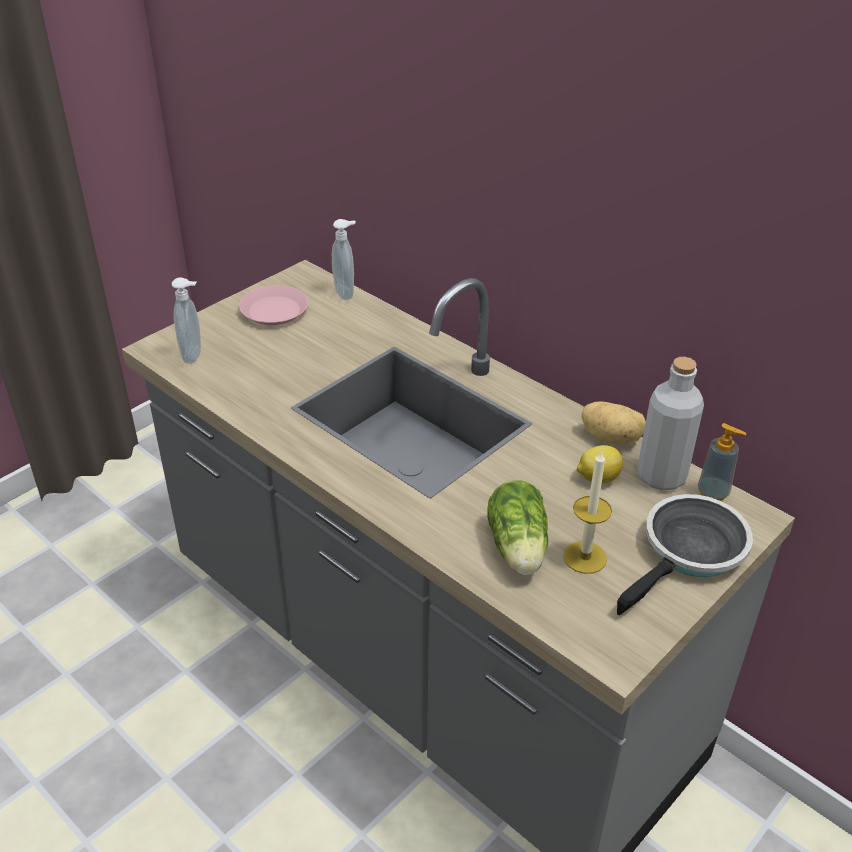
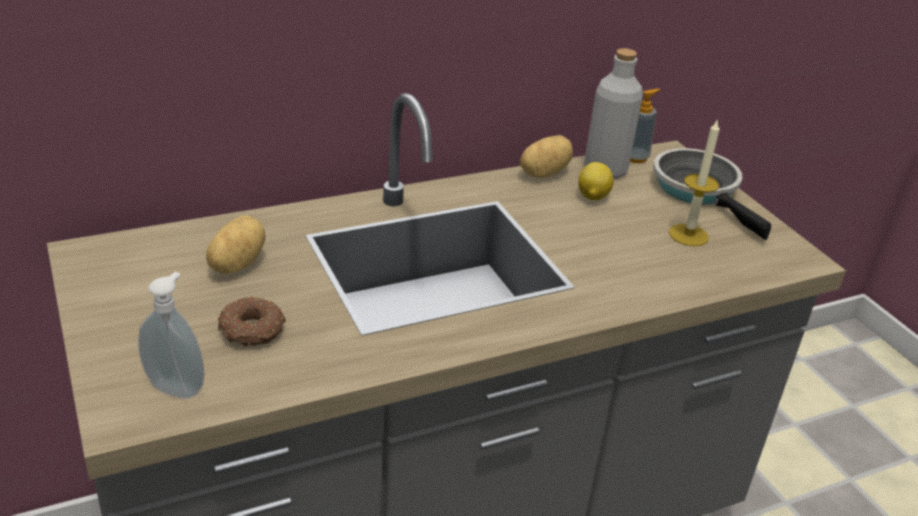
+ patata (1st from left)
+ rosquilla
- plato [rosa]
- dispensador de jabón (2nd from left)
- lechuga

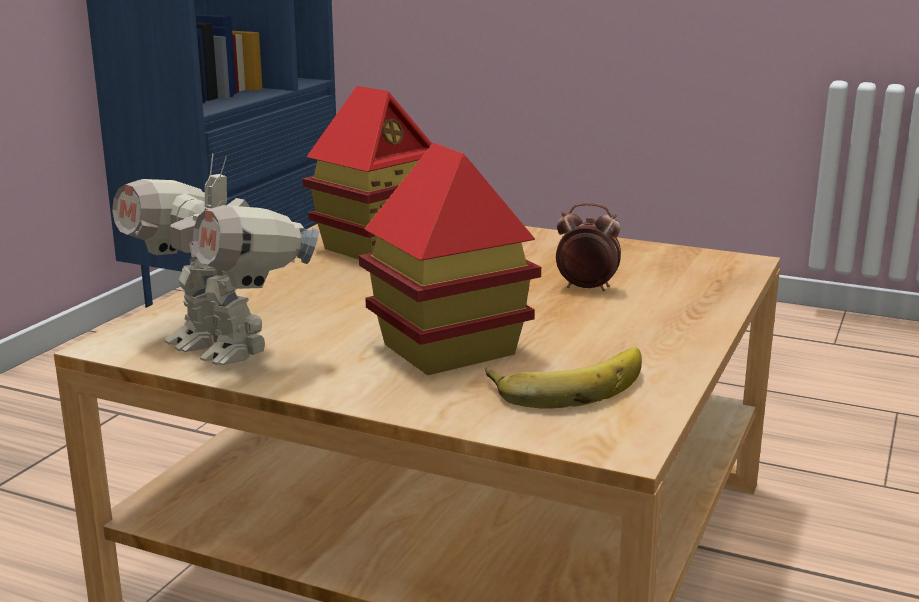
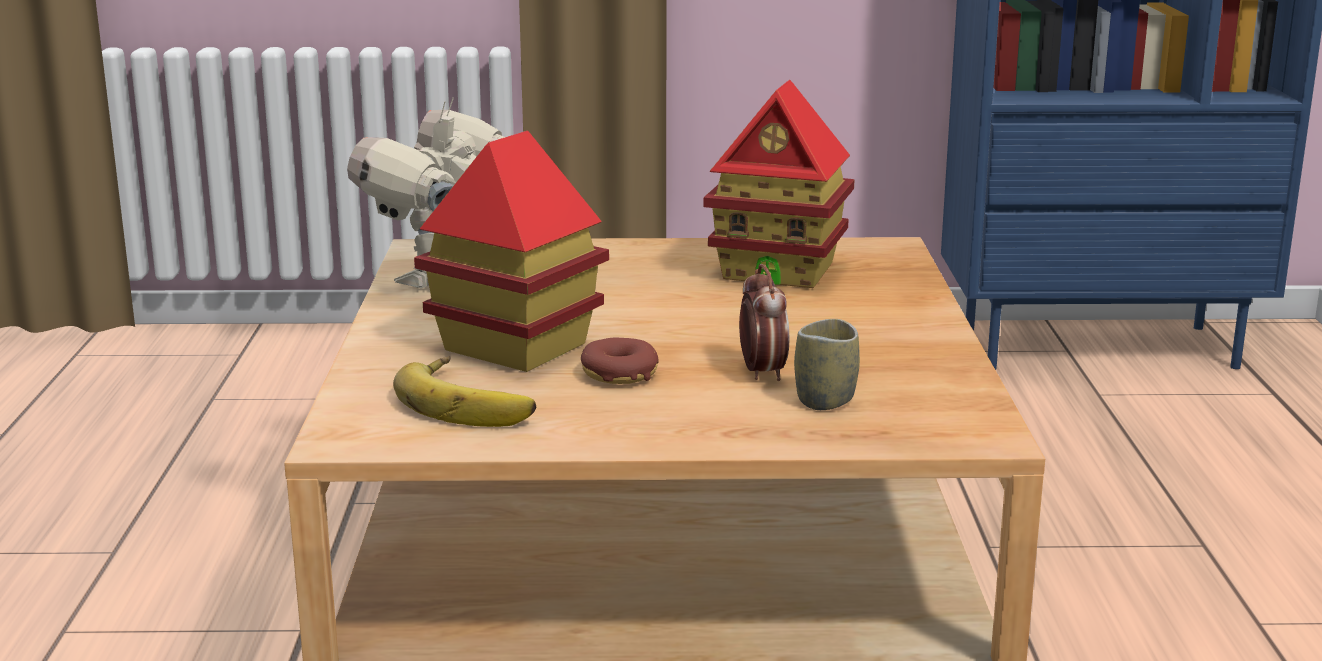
+ rosquilla
+ taza

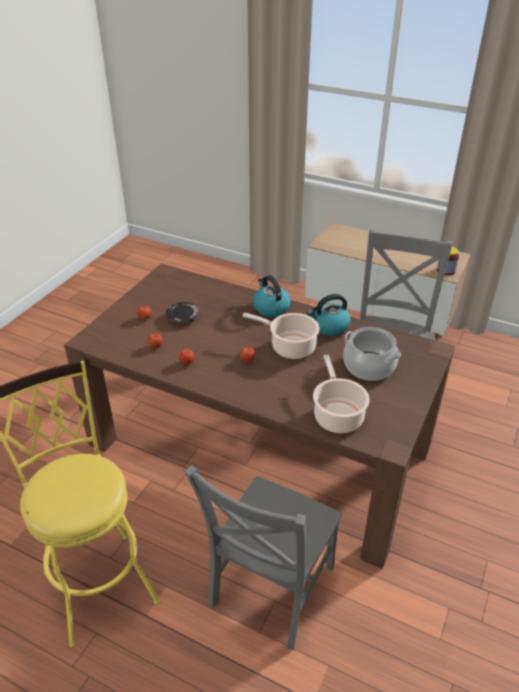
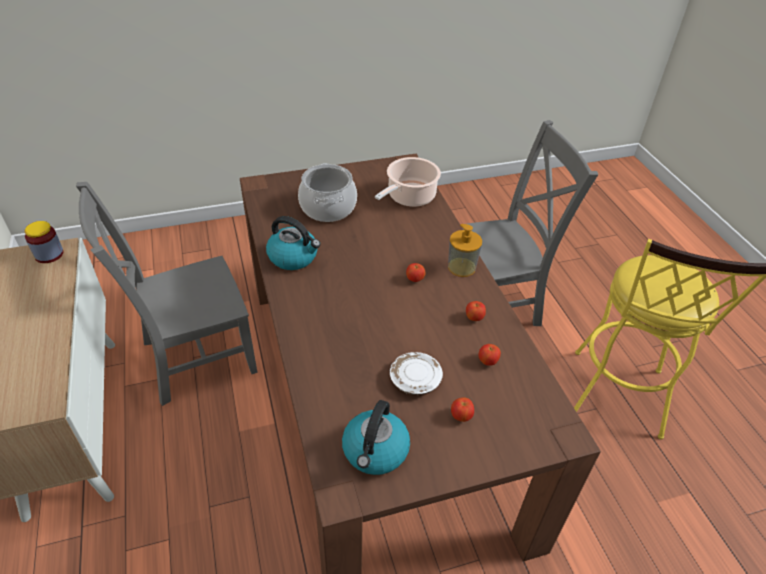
~ hervidor (1st from left in the first image) to hervidor (2nd from left)
~ plato [negro] to plato [blanco]
+ dispensador de jabón
- olla (1st from left)

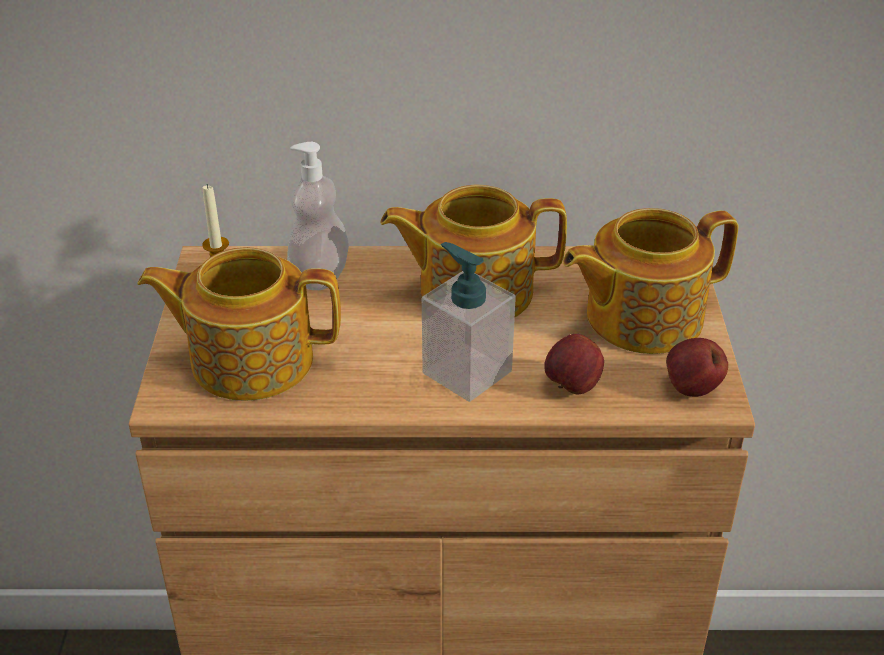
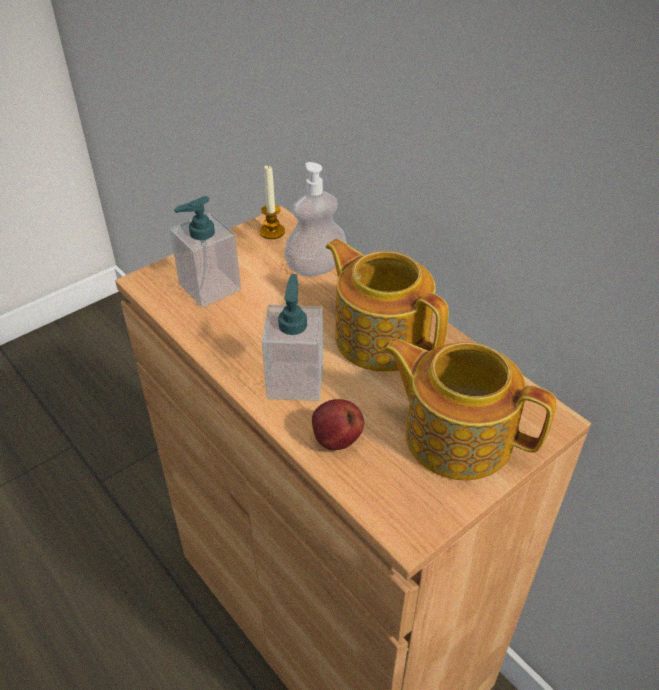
~ tetera (1st from left) to dispensador de jabón (1st from left)
- manzana (2nd from left)

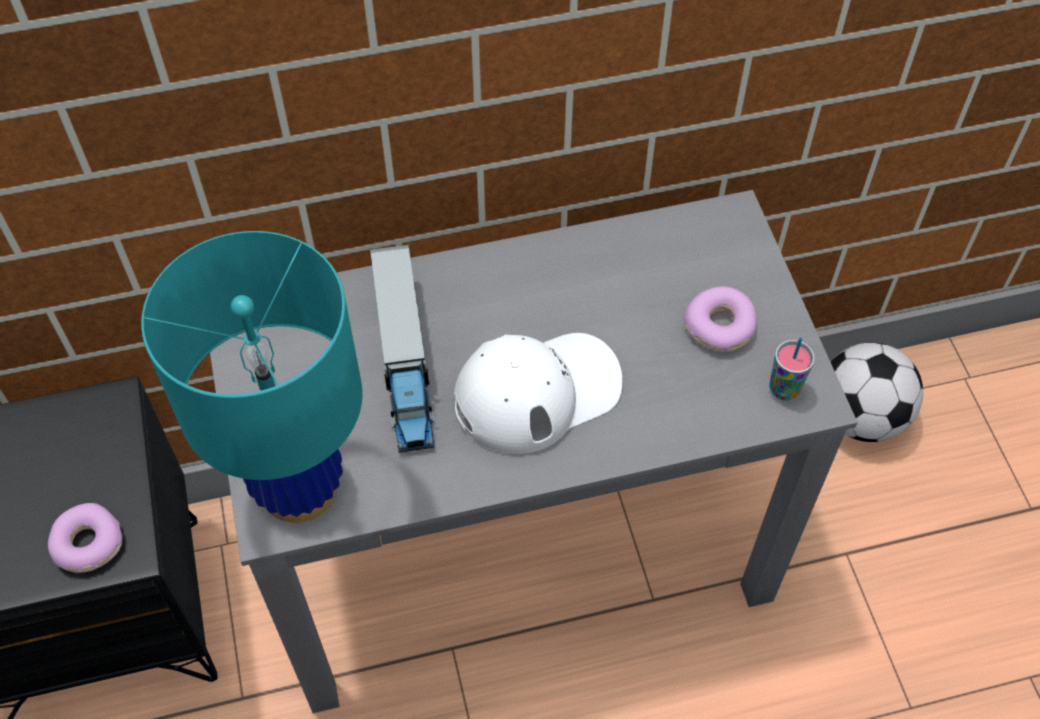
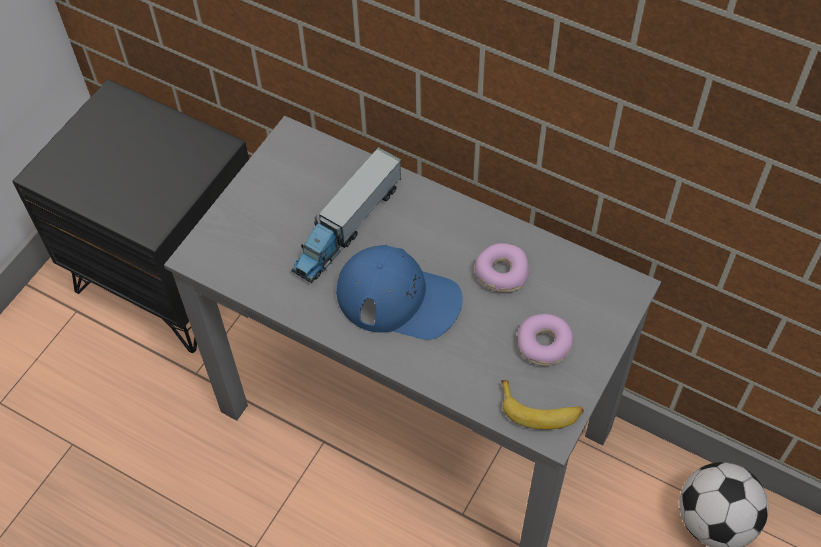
~ gorra [blanco] to gorra [azul]
~ rosquilla (1st from left)
~ taza to plátano
- lámpara de mesa [turquesa]

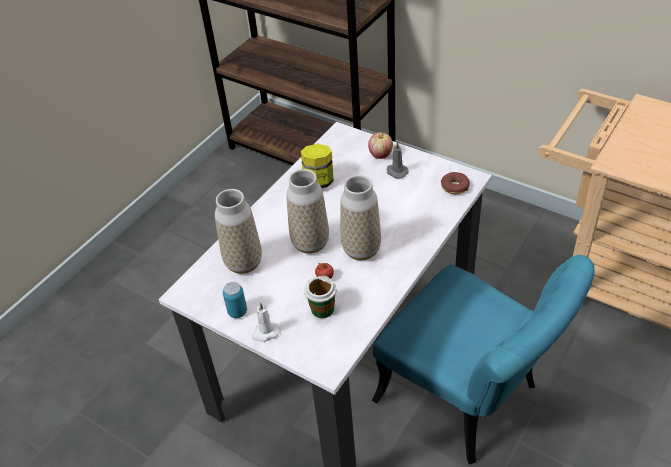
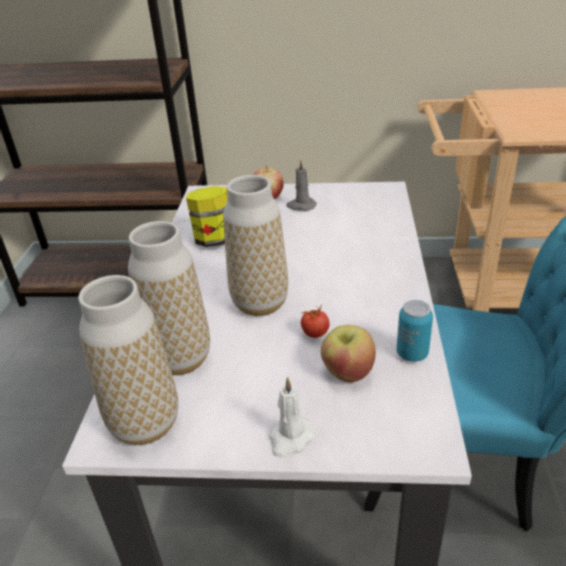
~ florero (3rd from left in the first image) to florero (1st from left)
~ taza to manzana (2nd from left)
~ lata
- rosquilla

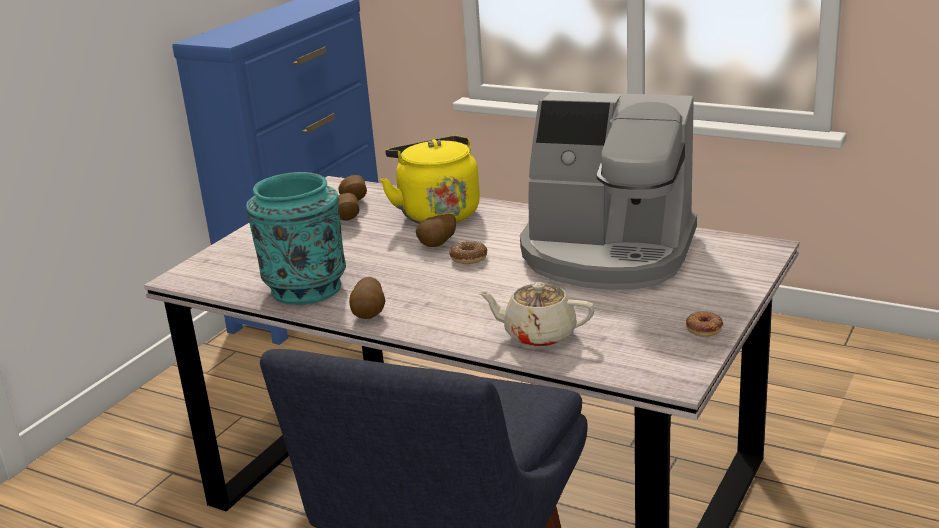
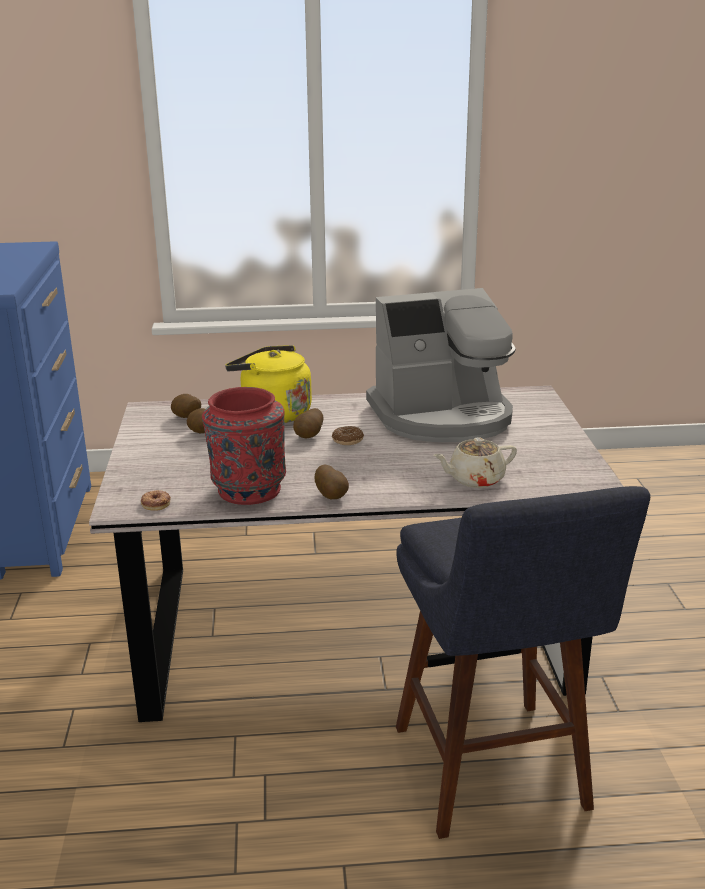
~ rosquilla (2nd from left in the first image) to rosquilla (1st from left)
~ florero [turquesa] to florero [rojo]

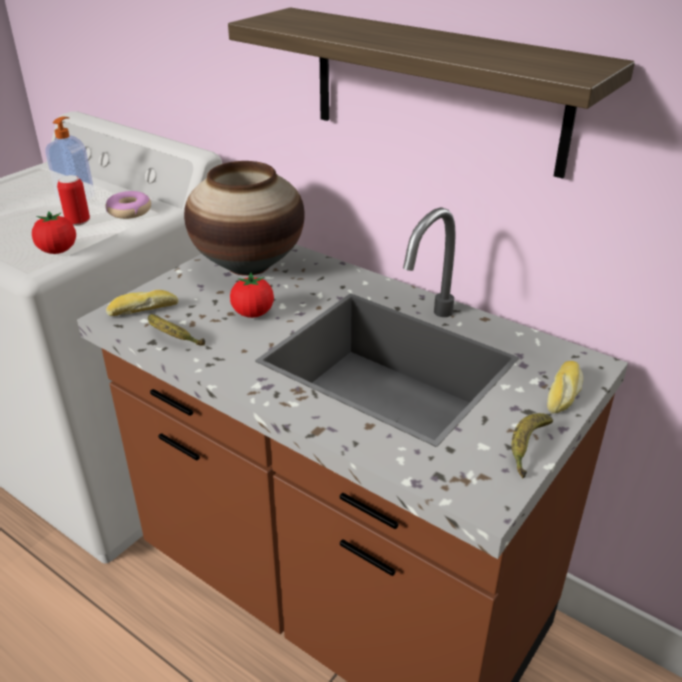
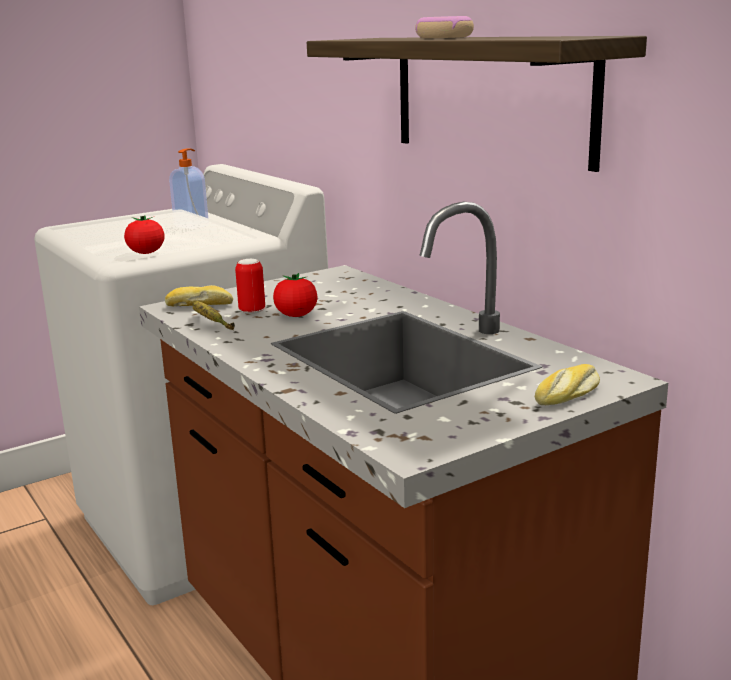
~ lata
~ rosquilla
- florero
- plátano (2nd from left)

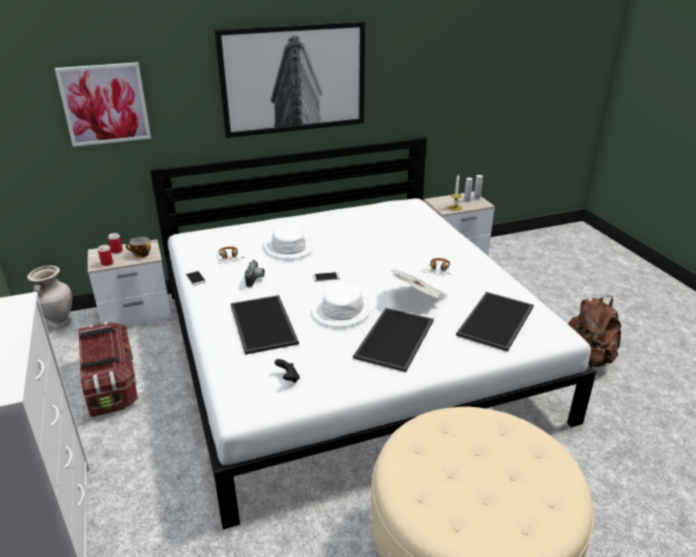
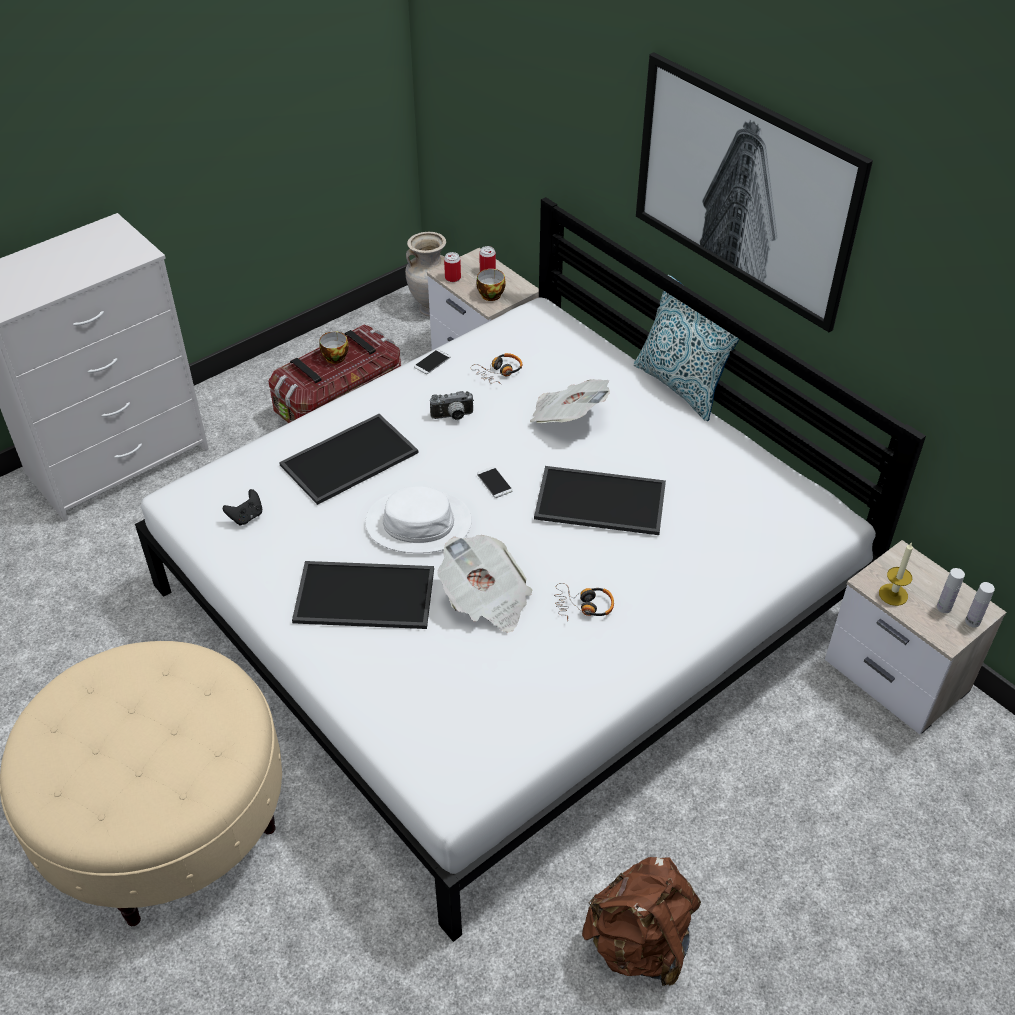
+ taza (1st from left)
~ sombrero [blanco] (1st from left) to periódico (2nd from left)
~ bandeja (3rd from left)
+ cojín
- cuadro (1st from left)

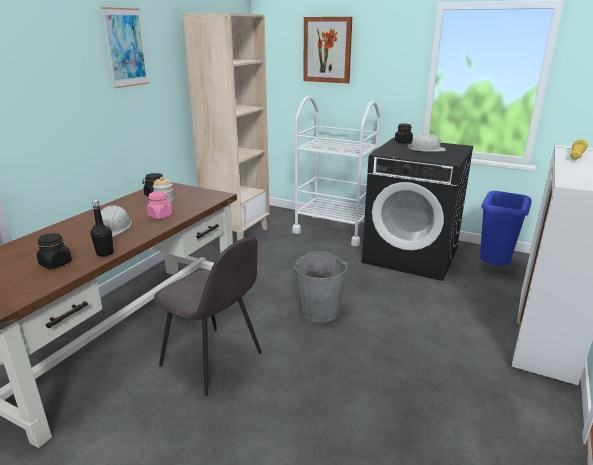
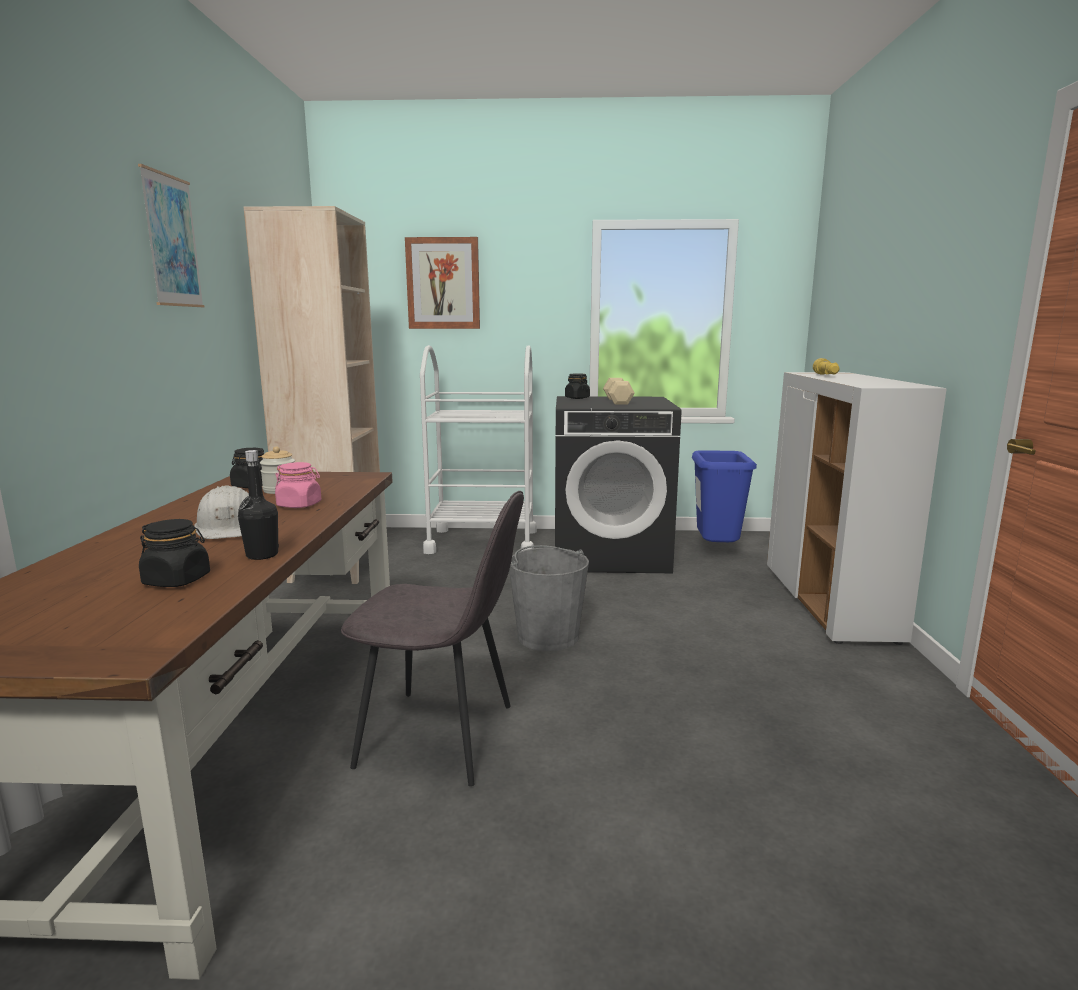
~ casco [blanco] (2nd from left) to mancuerna [beis]

